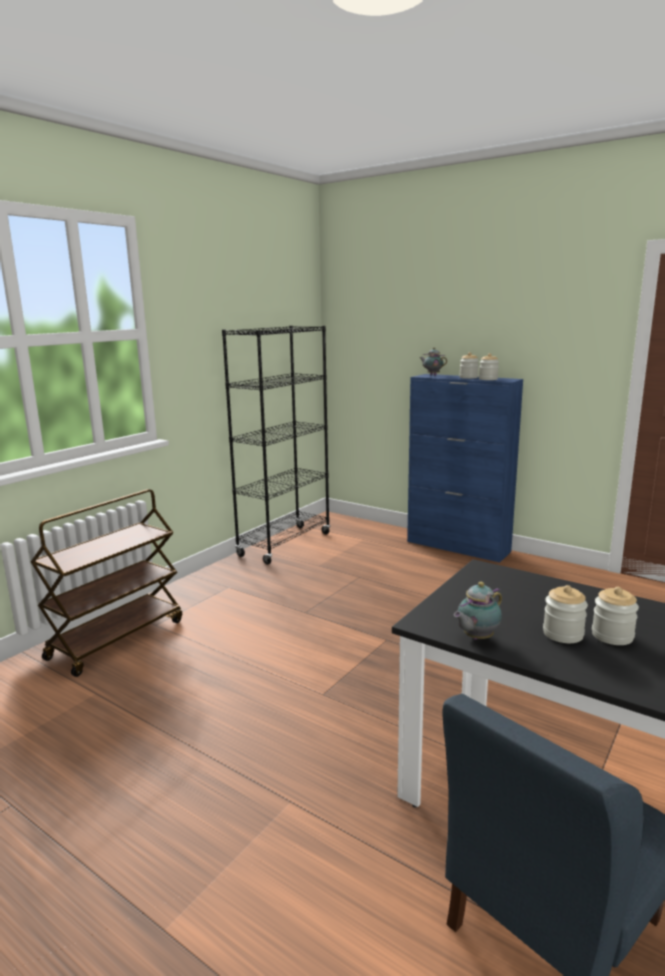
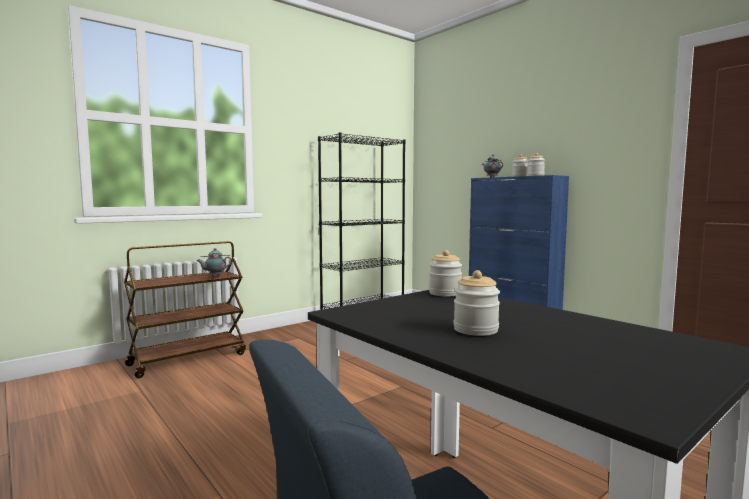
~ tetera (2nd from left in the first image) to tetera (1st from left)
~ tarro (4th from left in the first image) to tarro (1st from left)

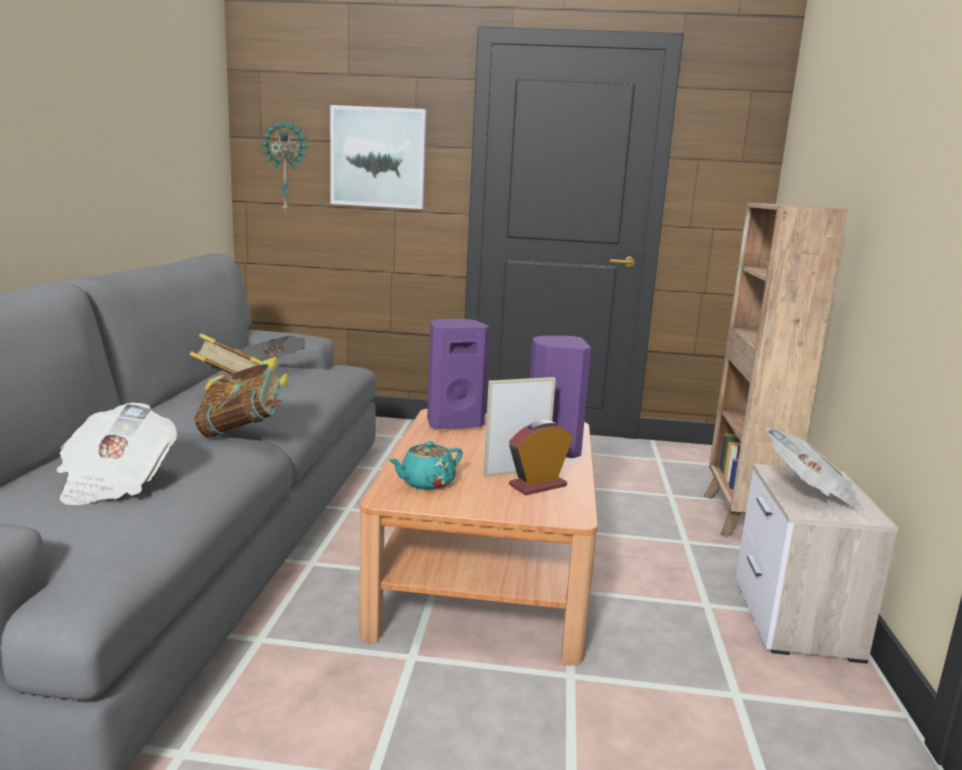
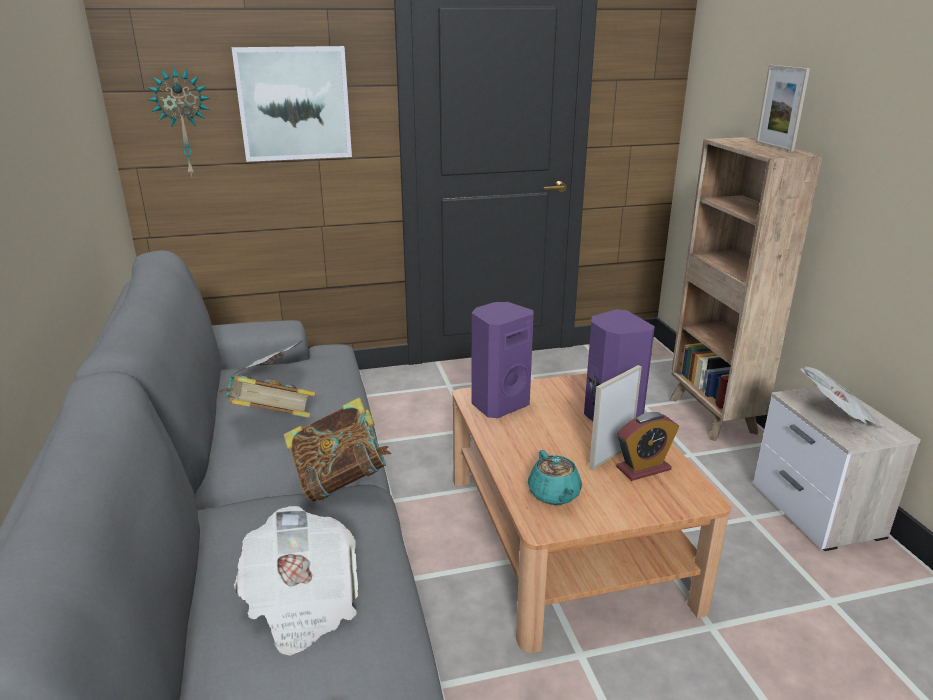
~ tetera [turquesa] 45 degrees counterclockwise
~ despertador 150 degrees counterclockwise
+ portarretratos (2nd from left)

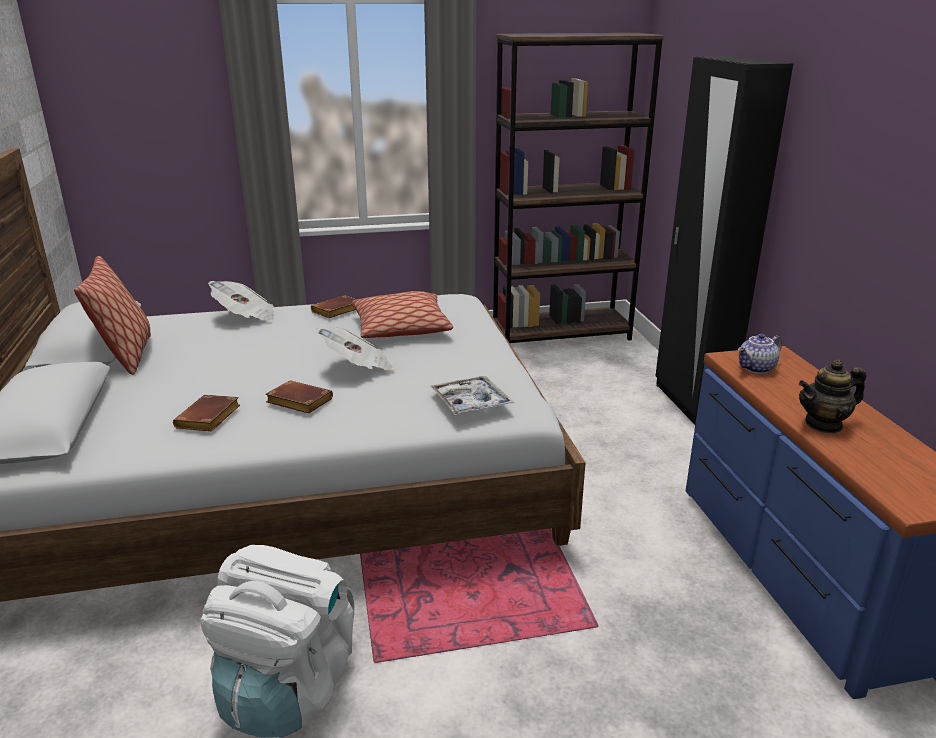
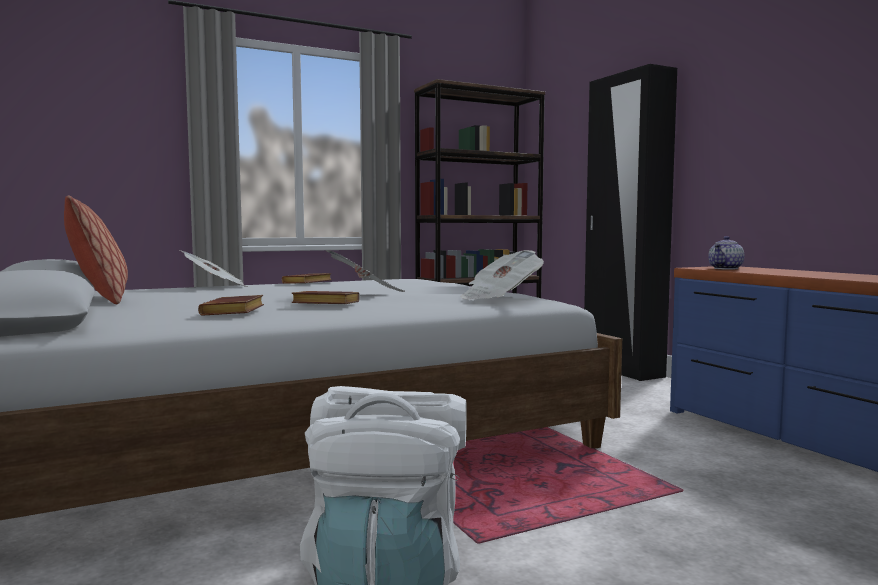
~ bandeja to periódico (3rd from left)
- cojín (2nd from left)
- tetera (2nd from left)

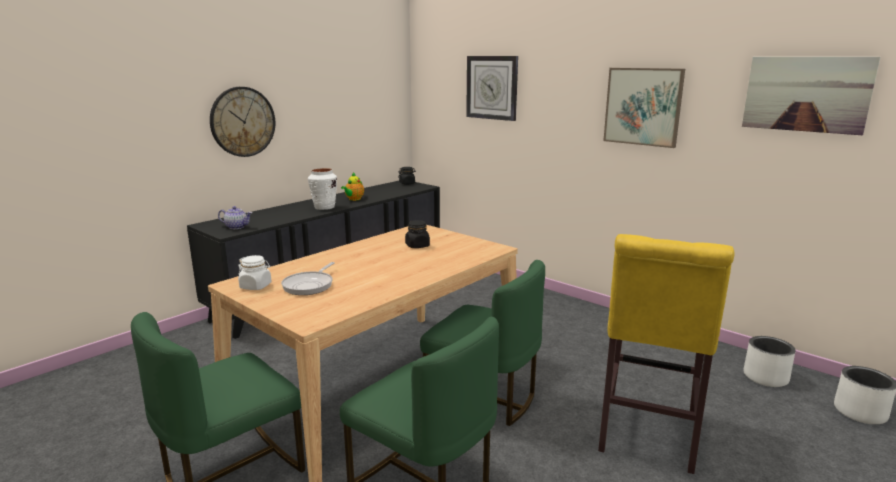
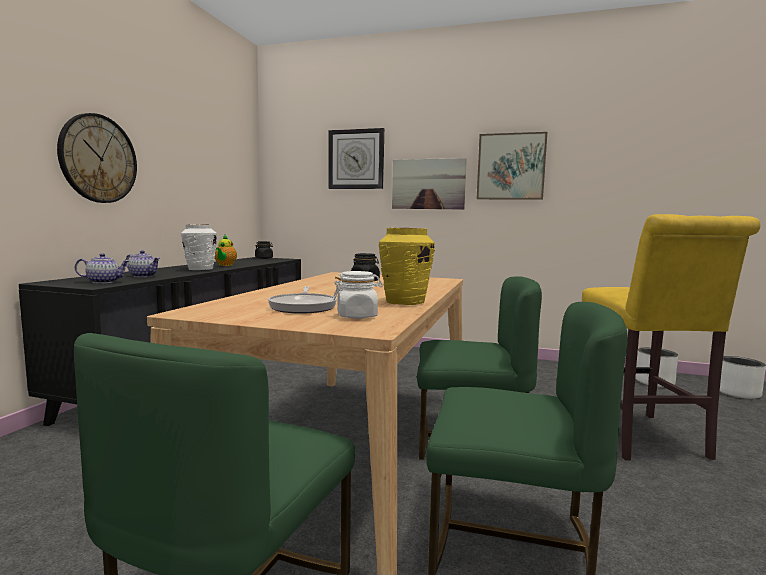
+ tetera (2nd from left)
~ tarro [blanco]
+ florero [amarillo]
~ cuadro (2nd from left in the first image) to cuadro (1st from left)

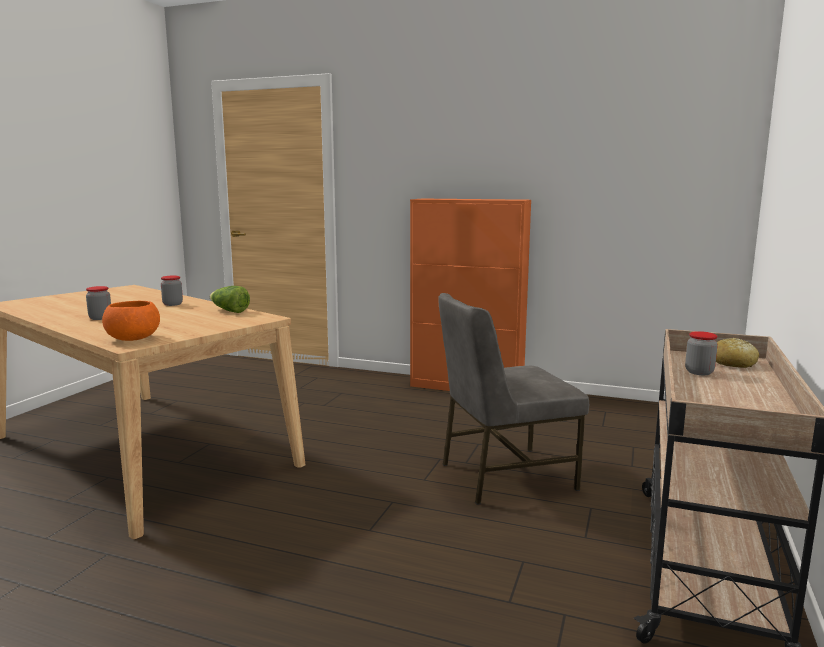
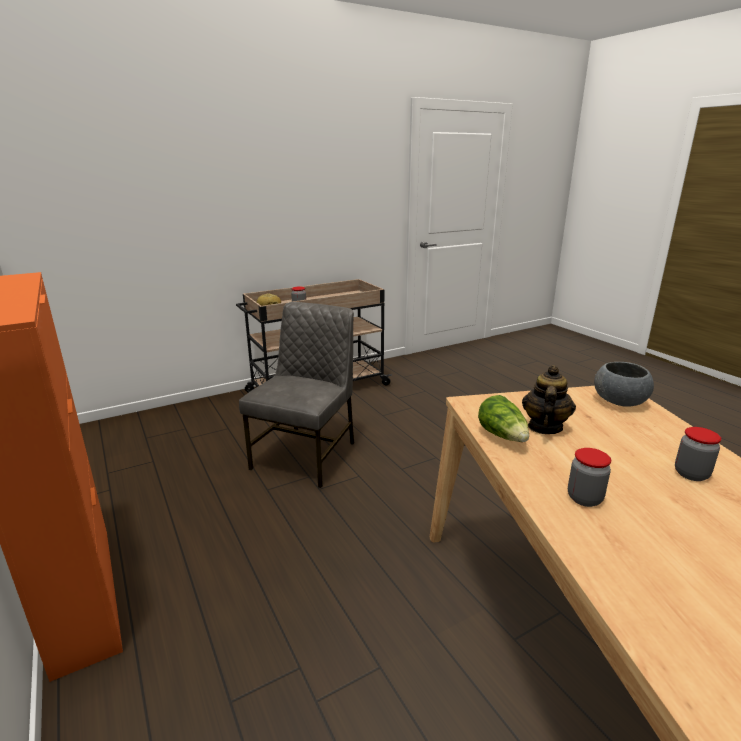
~ silla [gris] 90 degrees counterclockwise
+ tetera
~ cuenco [naranja] to cuenco [gris]

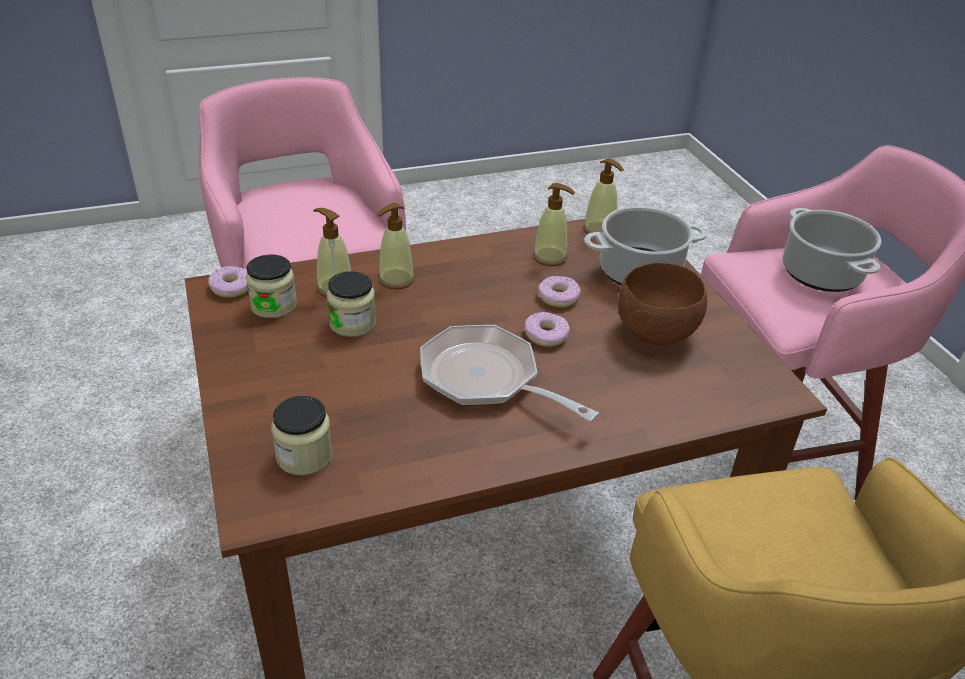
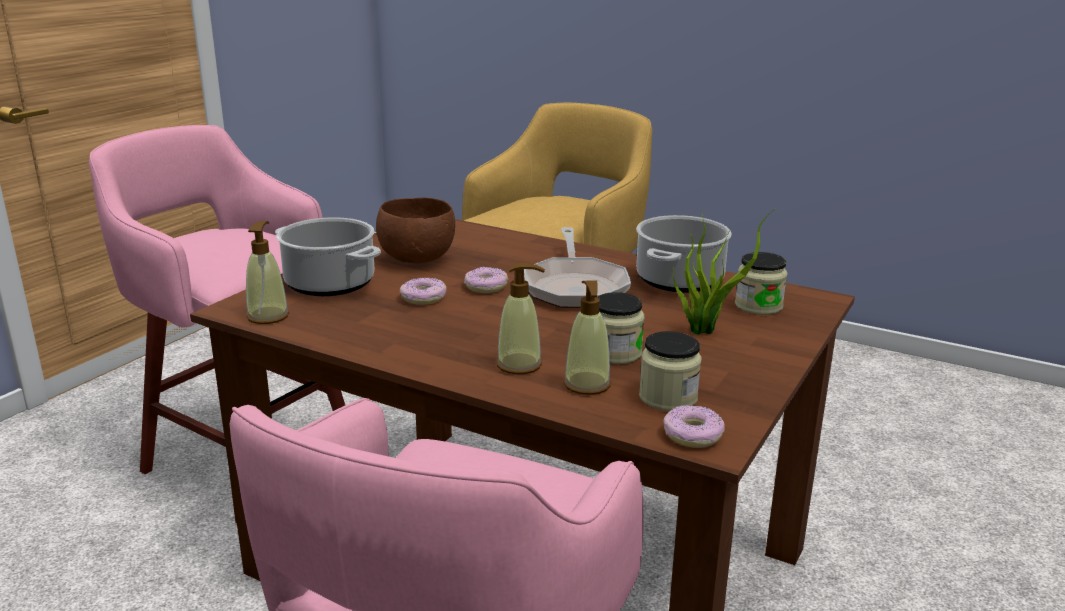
~ olla (2nd from left)
+ planta en maceta
- dispensador de jabón (3rd from left)

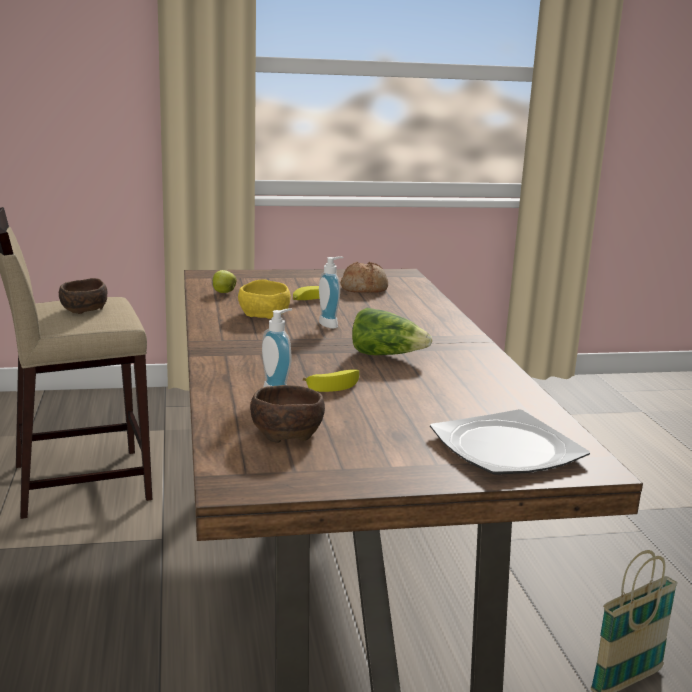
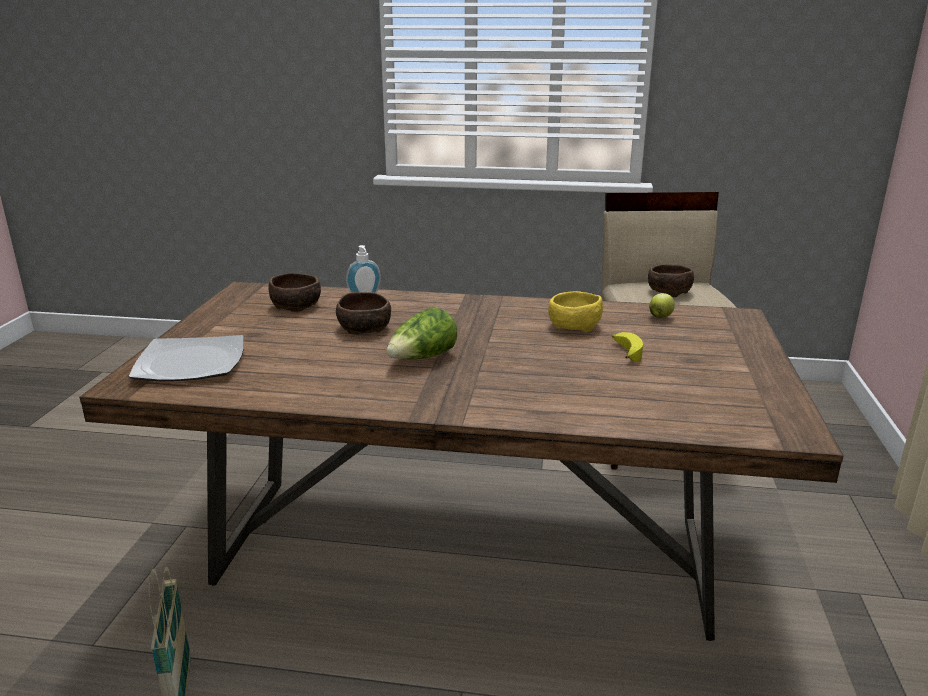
~ plátano (2nd from left) to cuenco [marrón] (2nd from left)
- dispensador de jabón (2nd from left)
- pan

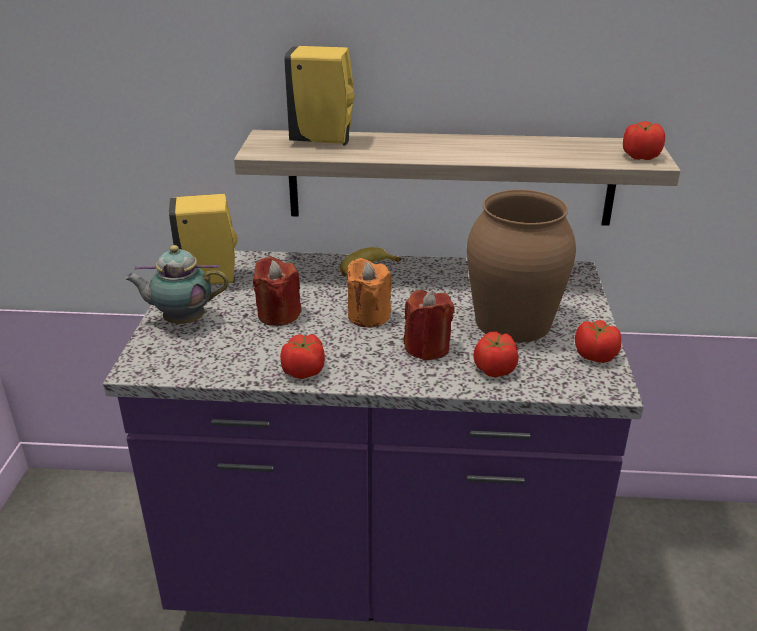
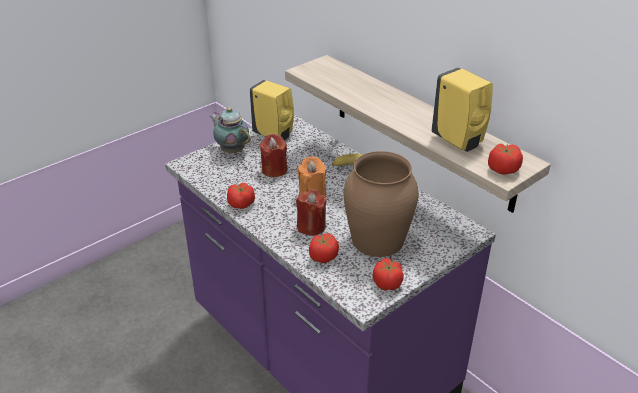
~ dispensador de jabón [amarillo] (2nd from left)

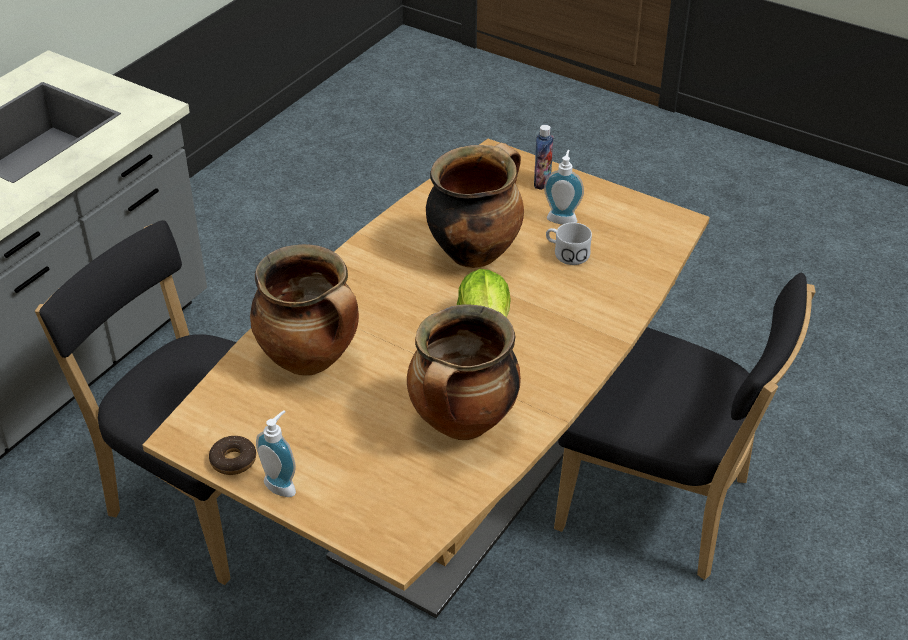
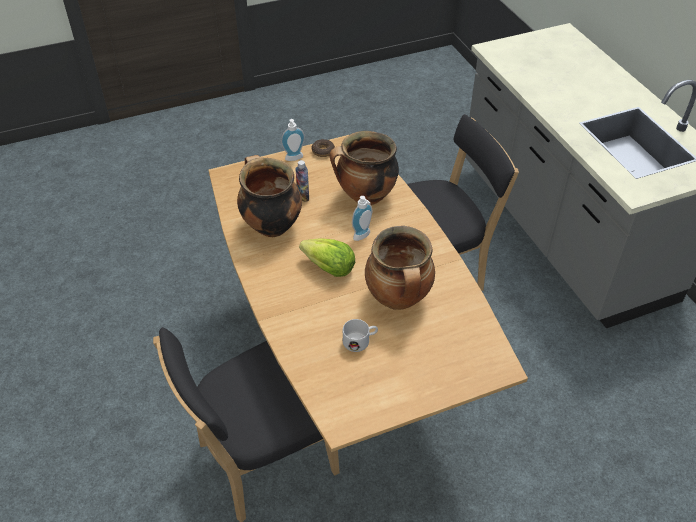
~ botella
~ dispensador de jabón (2nd from left)

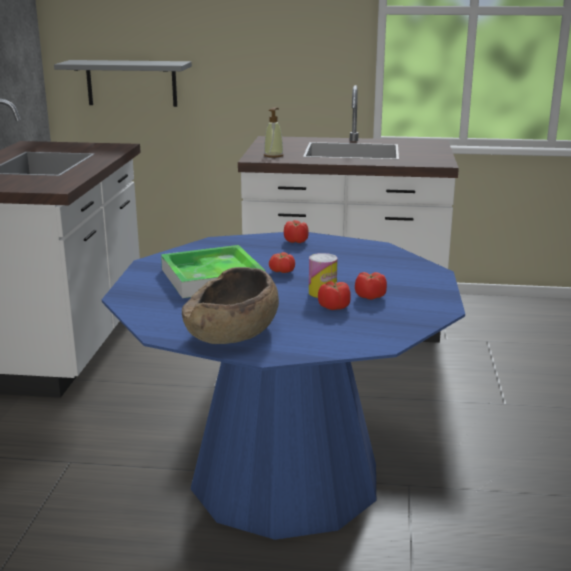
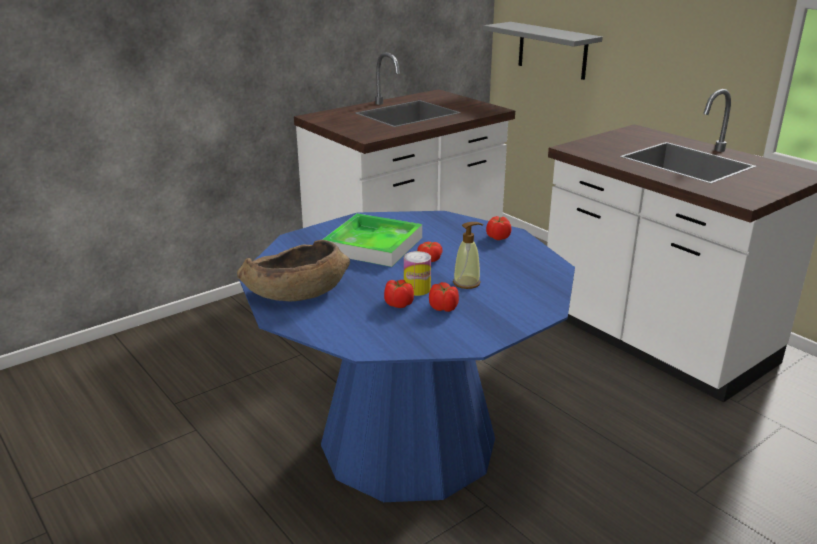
~ dispensador de jabón

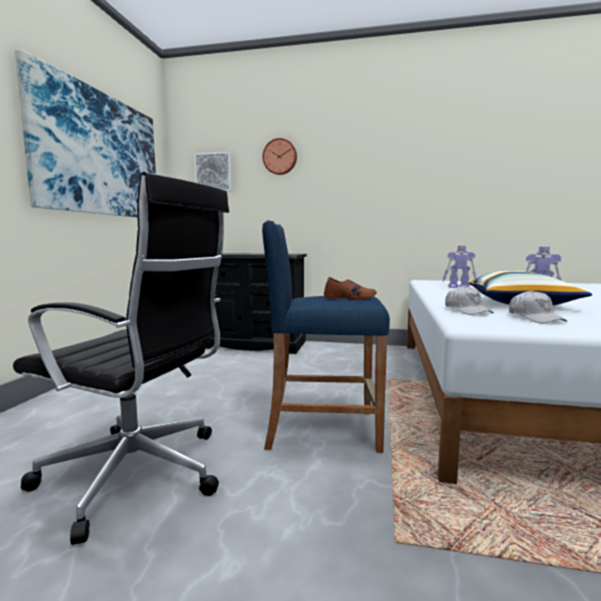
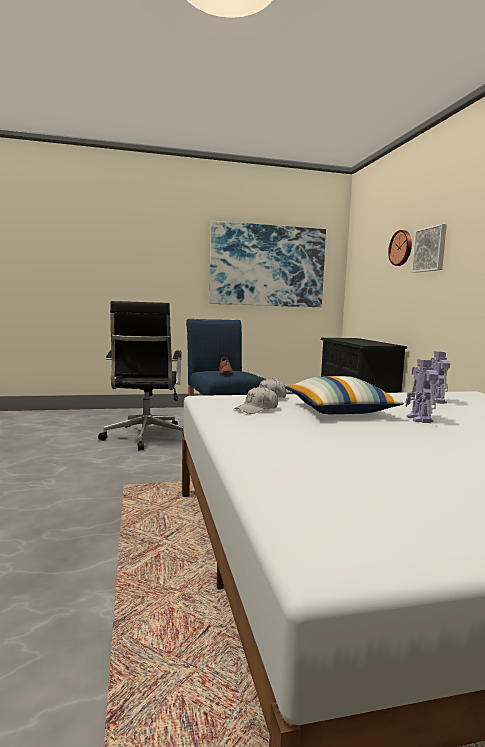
~ cuadro (2nd from left)

